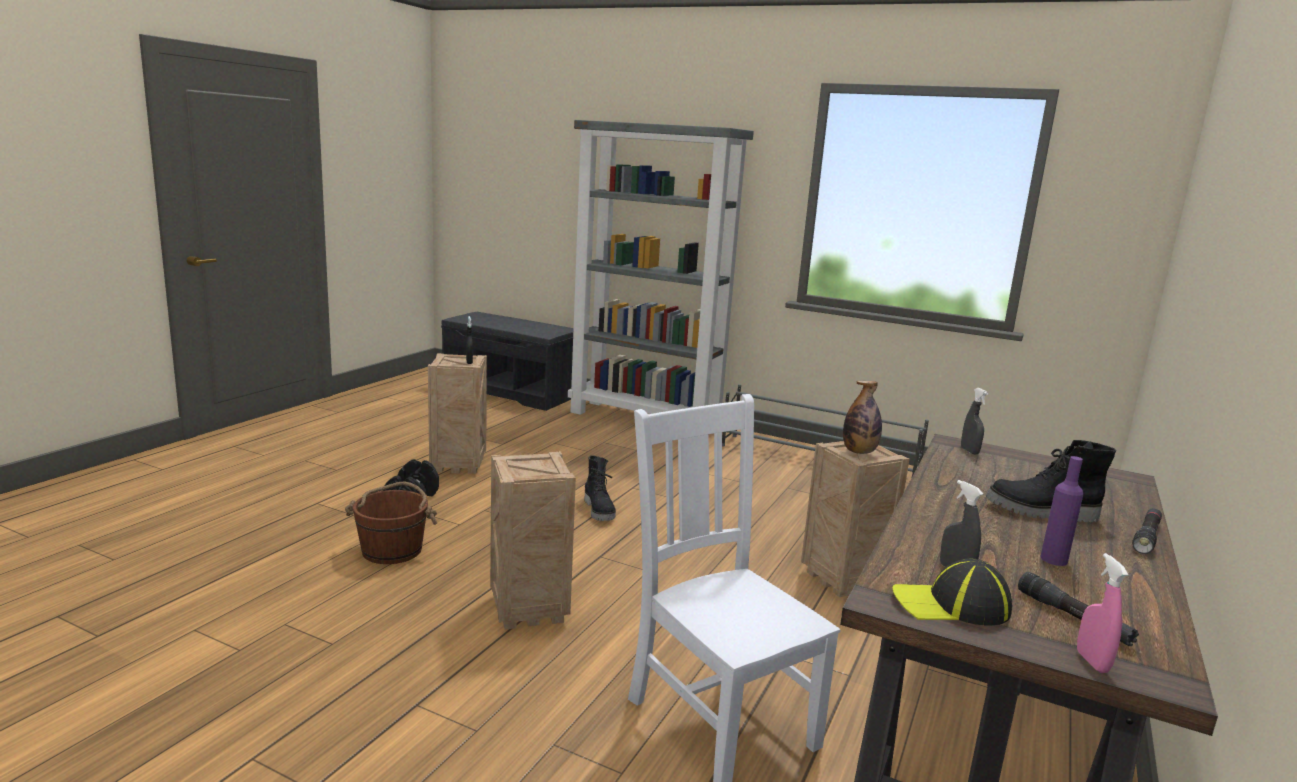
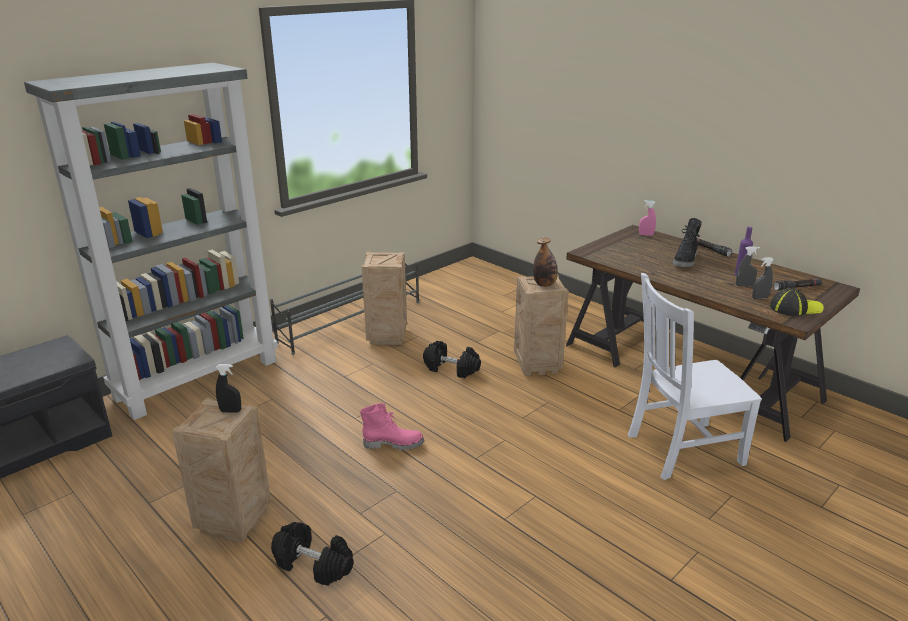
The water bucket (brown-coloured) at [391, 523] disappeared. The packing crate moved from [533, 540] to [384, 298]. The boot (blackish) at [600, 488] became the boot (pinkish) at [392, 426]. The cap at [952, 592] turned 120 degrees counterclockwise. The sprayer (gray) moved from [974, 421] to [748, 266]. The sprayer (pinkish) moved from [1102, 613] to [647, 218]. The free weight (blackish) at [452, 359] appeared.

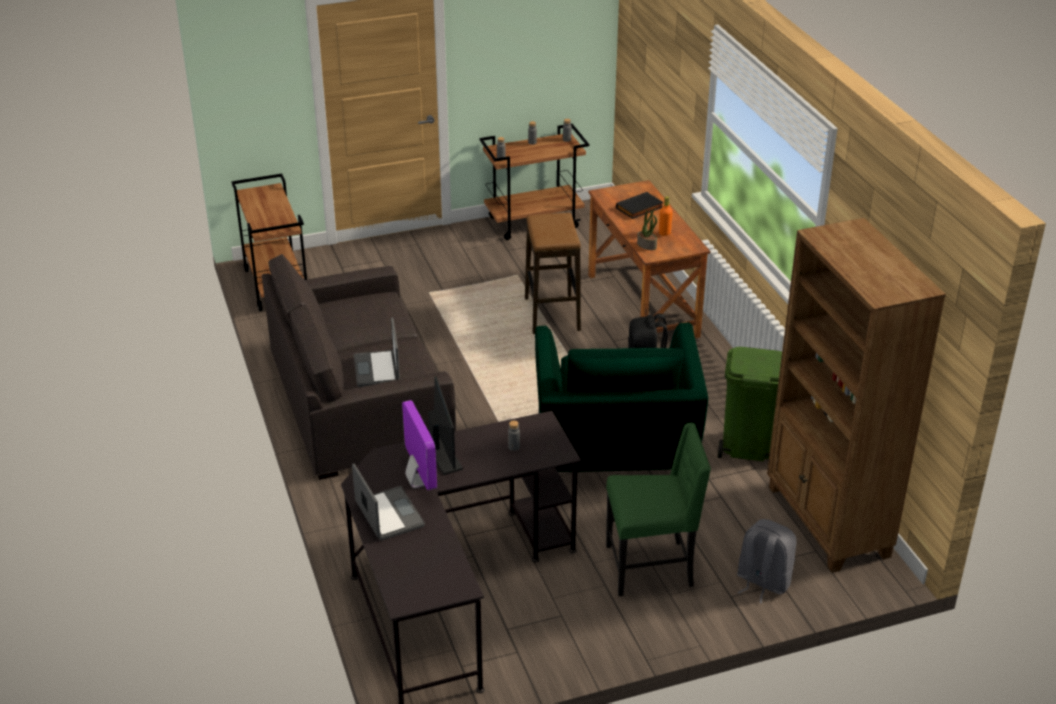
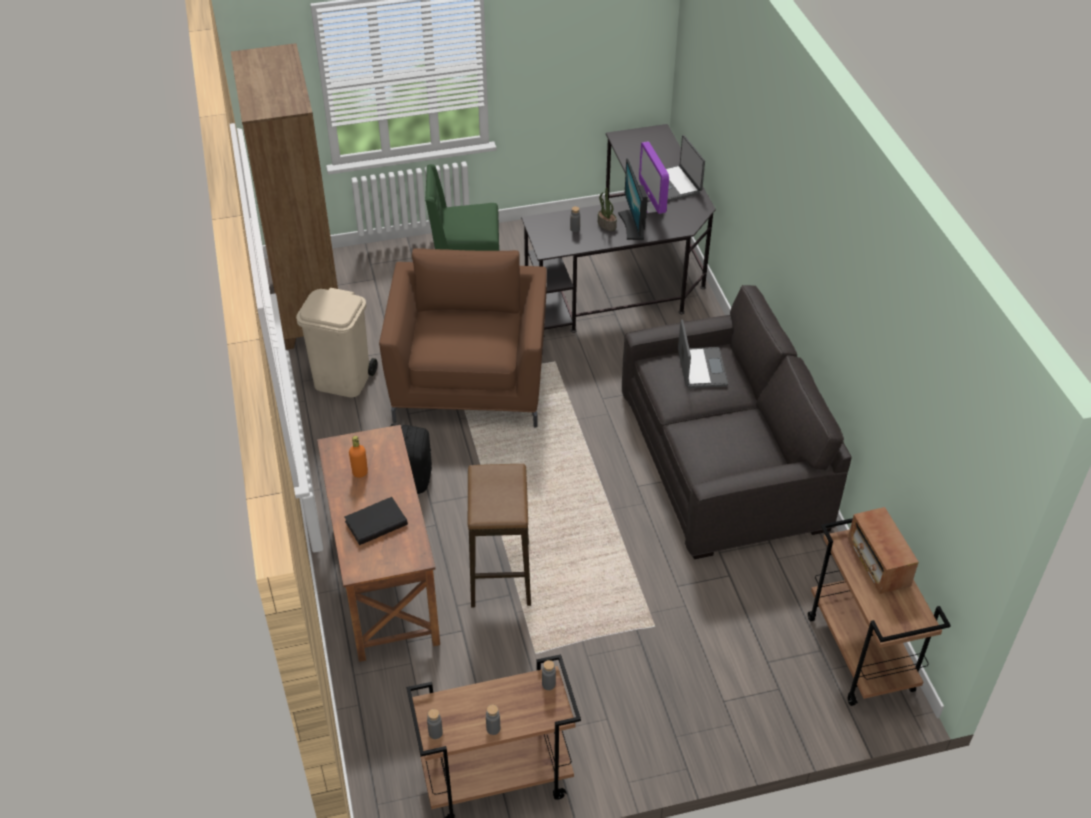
The easy chair (green-coloured) at [621, 397] became the easy chair (brown-coloured) at [463, 338]. The plant in a pot moved from [647, 229] to [607, 209]. The waste bin (green-coloured) at [750, 404] became the waste bin (beige) at [337, 342]. The backpack (gray) at [767, 561] disappeared. The radio set at [883, 550] appeared.

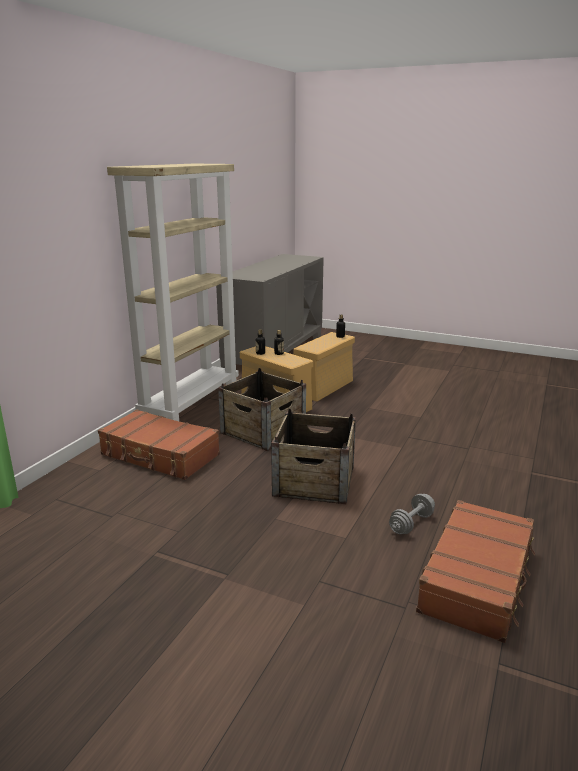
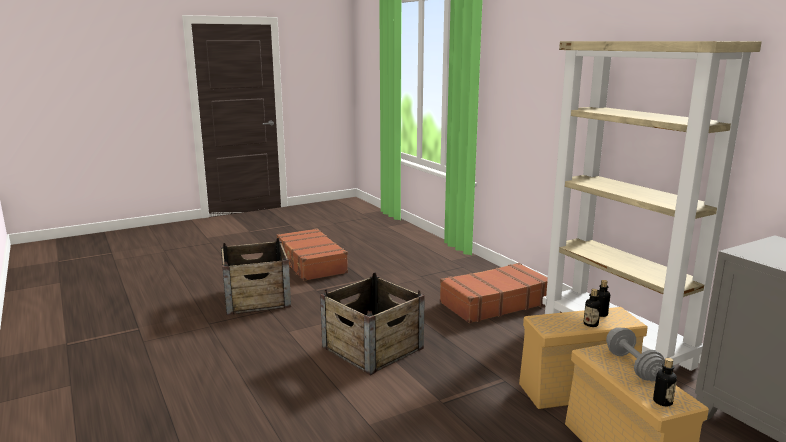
The packing crate moved from [262, 409] to [256, 276]. The free weight (gray) moved from [412, 514] to [635, 354]. The suitcase (brown-coloured) moved from [475, 571] to [312, 254].

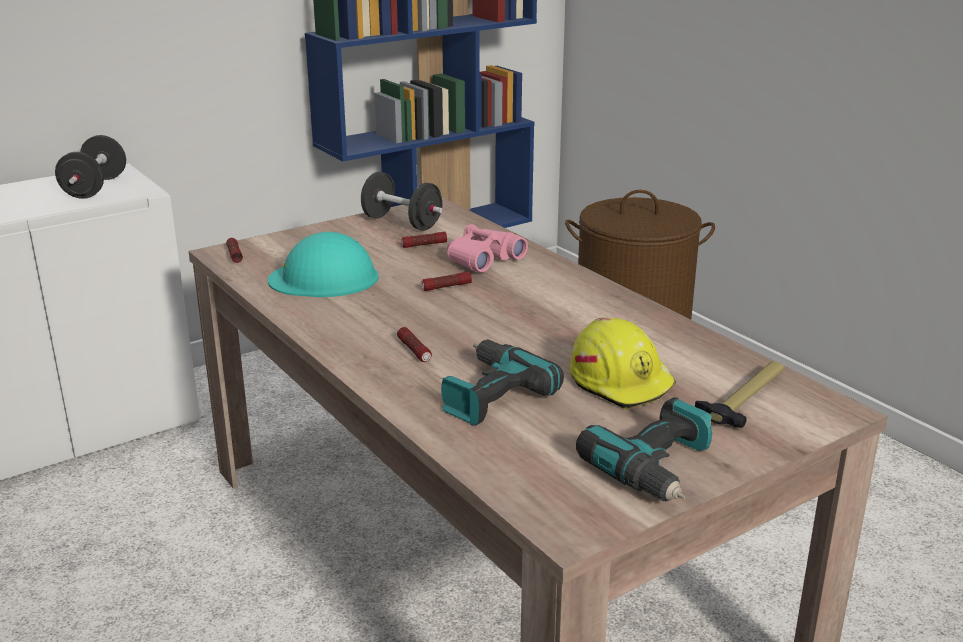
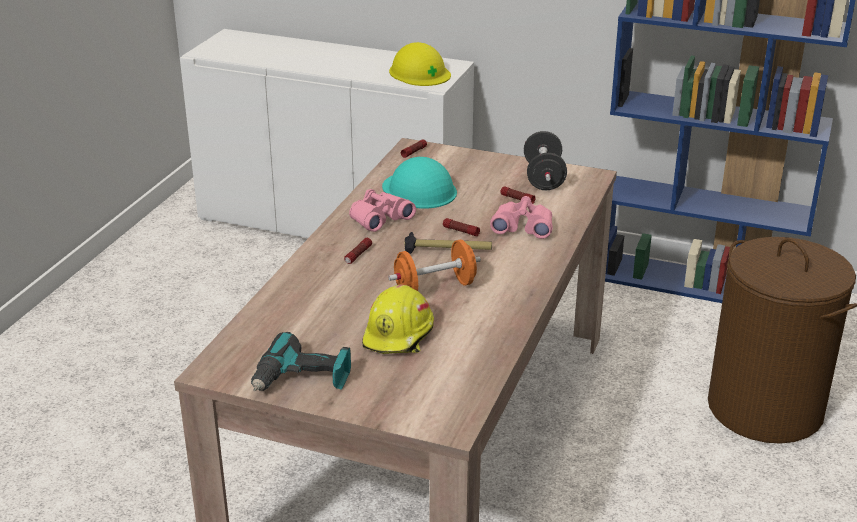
The free weight (blackish) at [90, 167] was replaced by the hard hat (yellow-coloured) at [420, 64]. The power drill at [502, 382] disappeared. The hand hammer moved from [739, 394] to [448, 243]. The field glasses (pinkish) at [382, 210] appeared. The free weight (orange-coloured) at [434, 265] appeared.

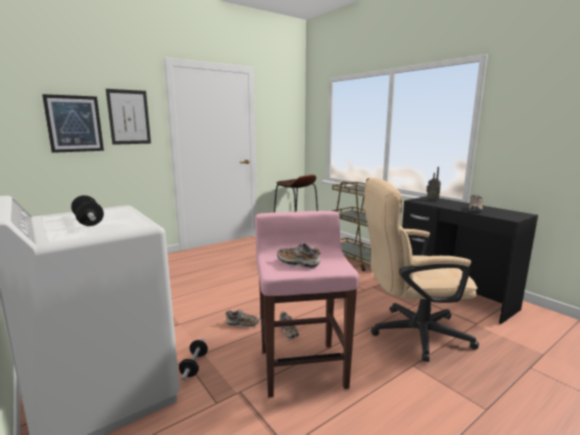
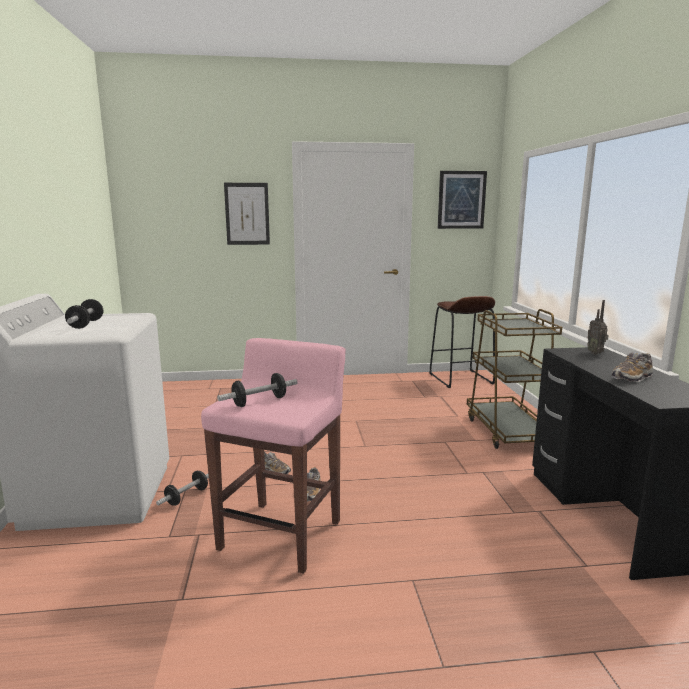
The wall art moved from [73, 123] to [462, 200]. The shoe at [299, 255] was replaced by the free weight at [257, 390]. The desk chair (beige) at [421, 270] disappeared.

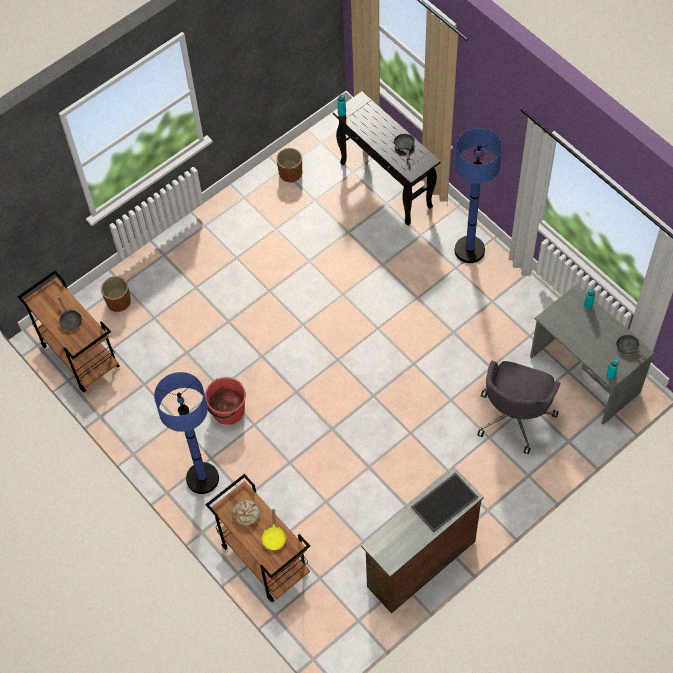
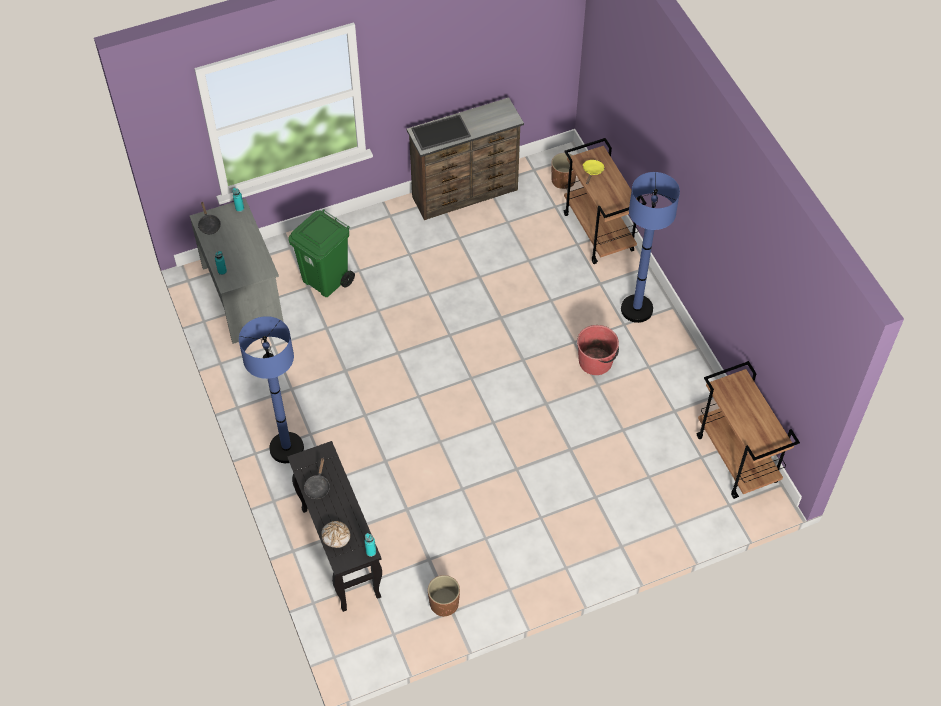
The skillet (blackish) at [70, 314] disappeared. The flower pot (brown-coloured) moved from [116, 294] to [563, 171]. The bakery bread moved from [246, 513] to [335, 534]. The desk chair (gray) at [519, 407] was replaced by the waste bin (green-coloured) at [321, 253].

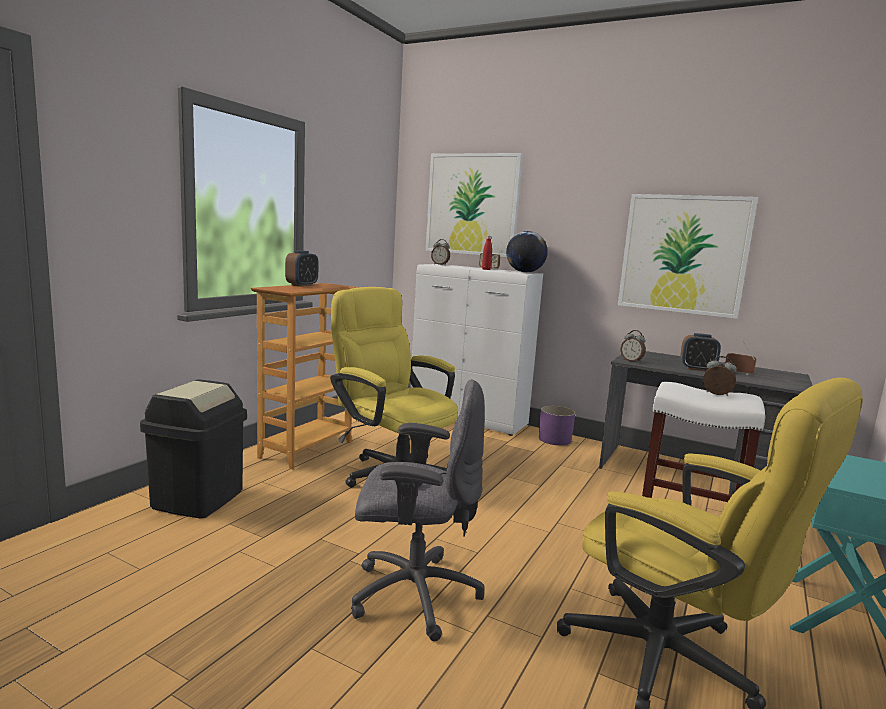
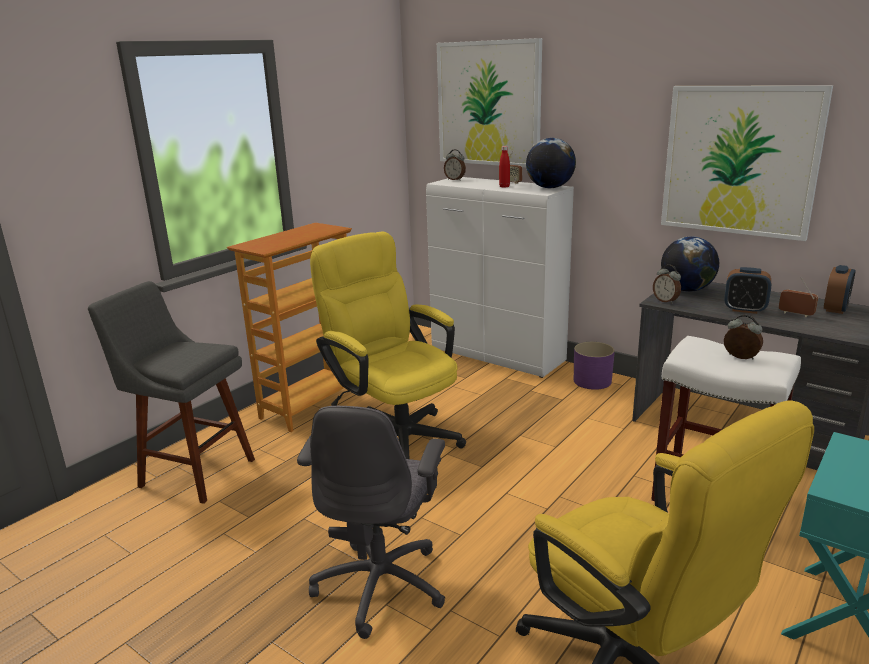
The waste bin (blackish) at [193, 449] was replaced by the stool seat (gray) at [171, 392]. The table clock moved from [302, 269] to [839, 289]. The desk chair (gray) at [418, 510] turned 90 degrees clockwise. The globe at [690, 264] appeared.

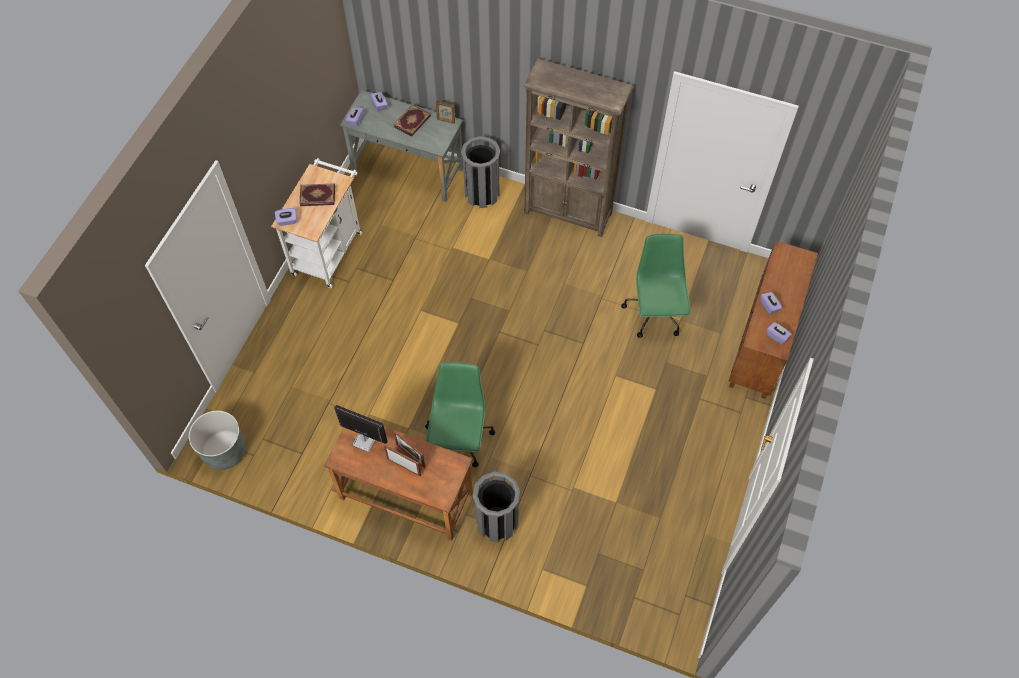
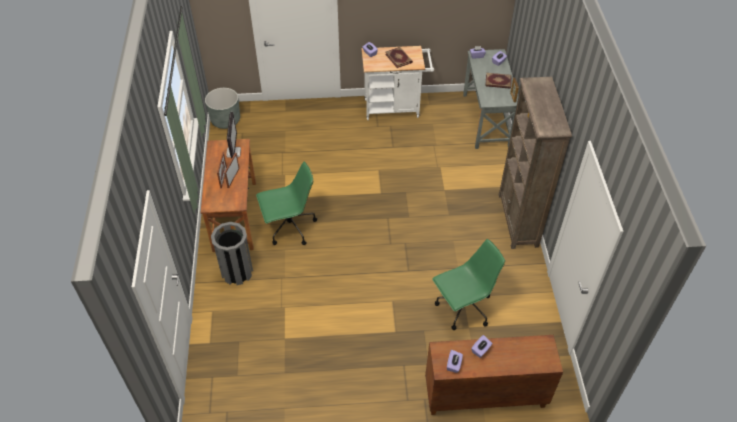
The waste bin (gray) at [480, 172] disappeared.

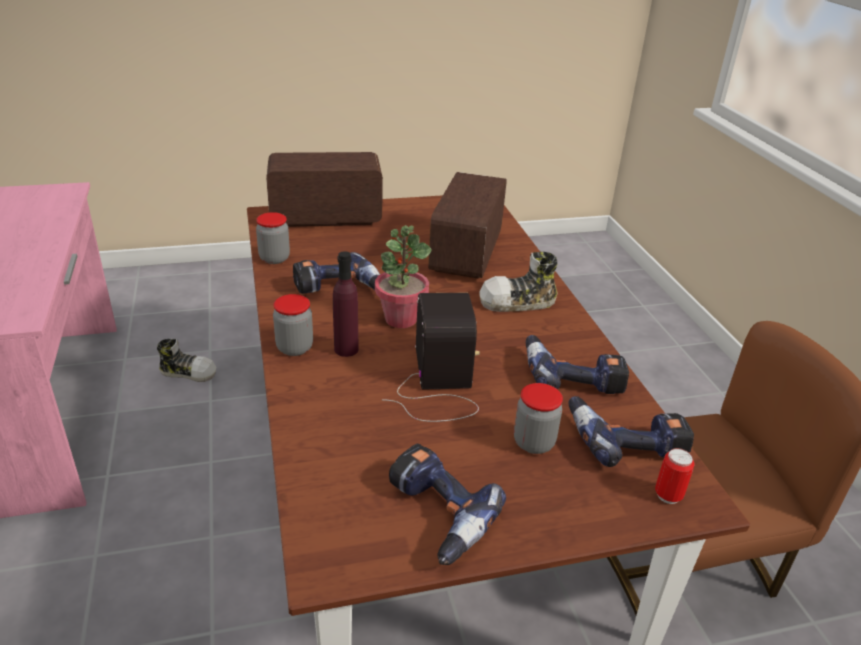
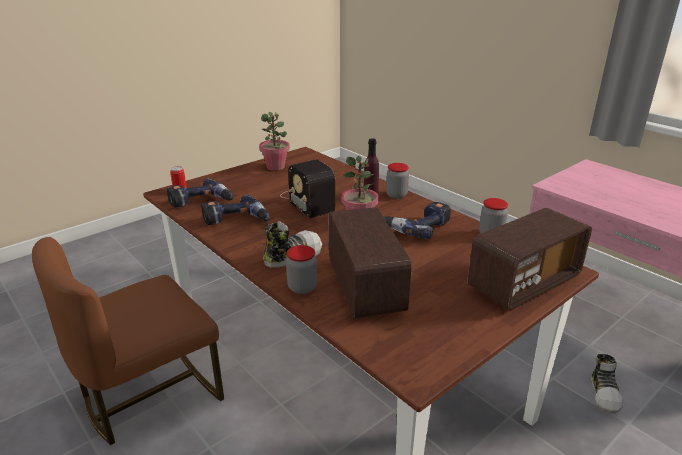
The shoe at [186, 360] turned 60 degrees counterclockwise. The power drill at [447, 504] was replaced by the plant in a pot at [274, 141]. The jar moved from [538, 418] to [301, 269].

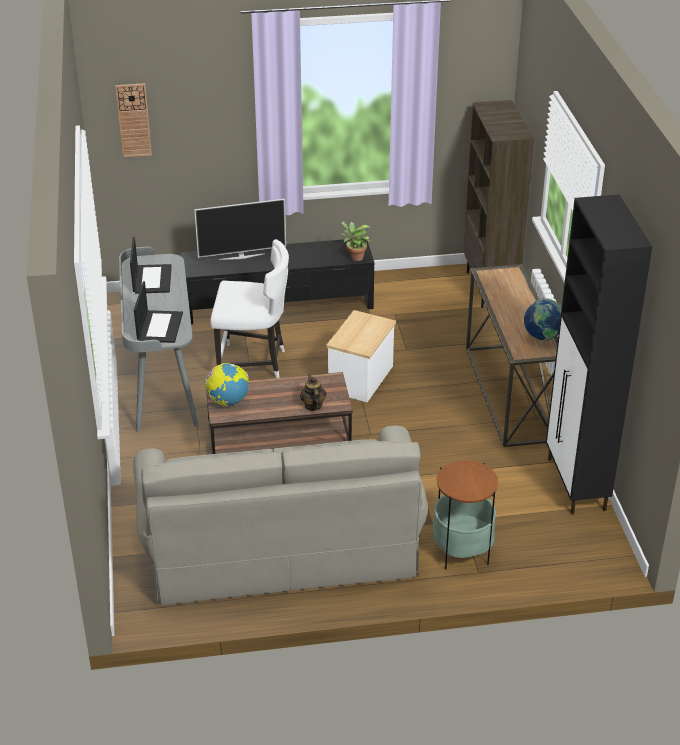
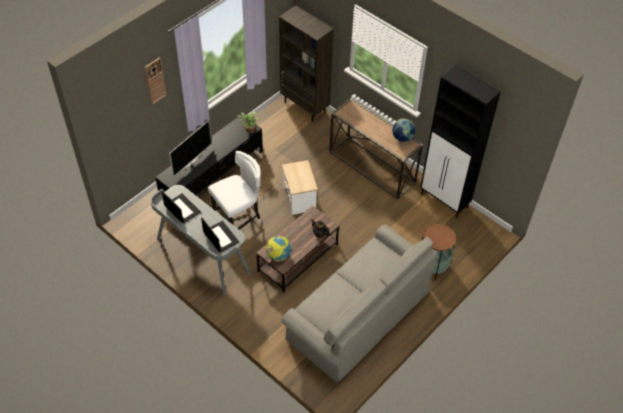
The clock on the wall moved from [133, 120] to [155, 81].

